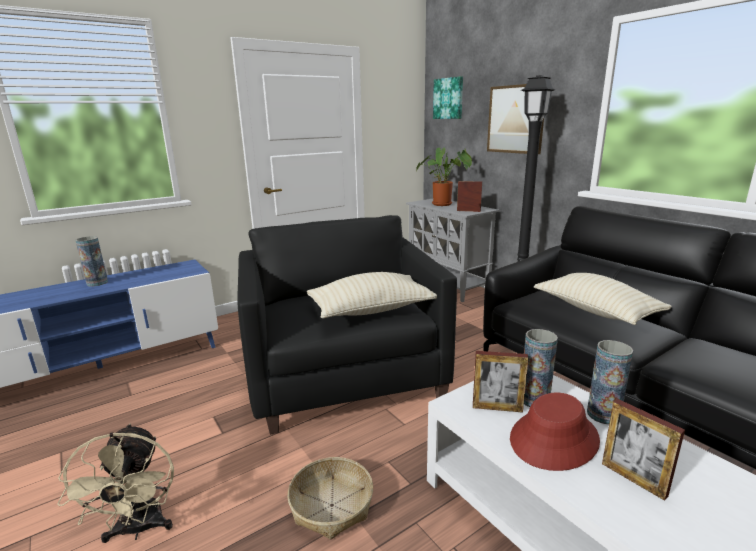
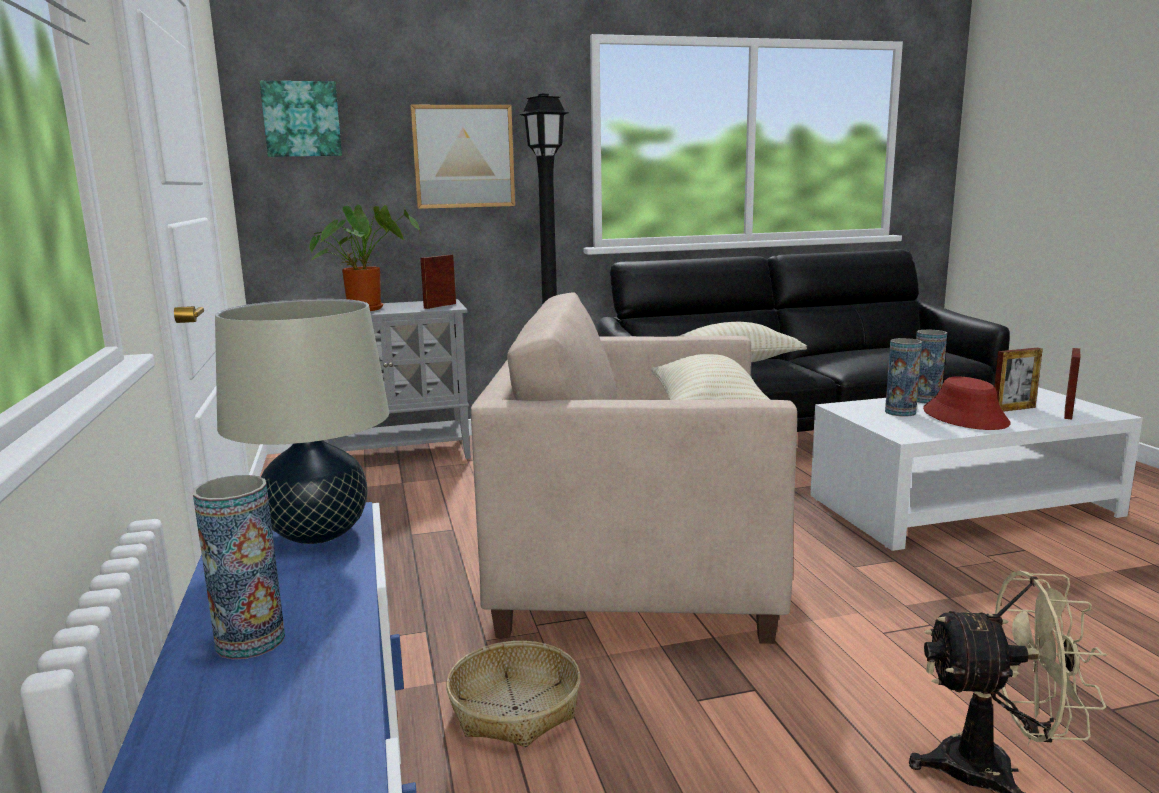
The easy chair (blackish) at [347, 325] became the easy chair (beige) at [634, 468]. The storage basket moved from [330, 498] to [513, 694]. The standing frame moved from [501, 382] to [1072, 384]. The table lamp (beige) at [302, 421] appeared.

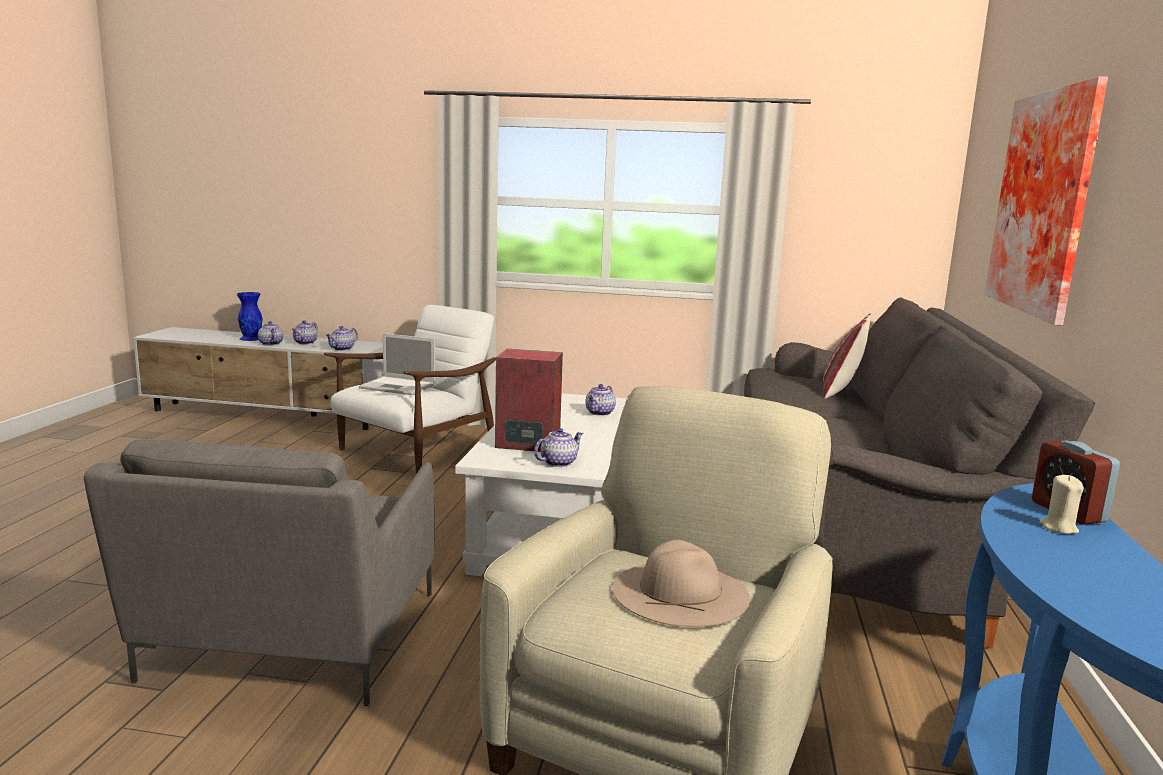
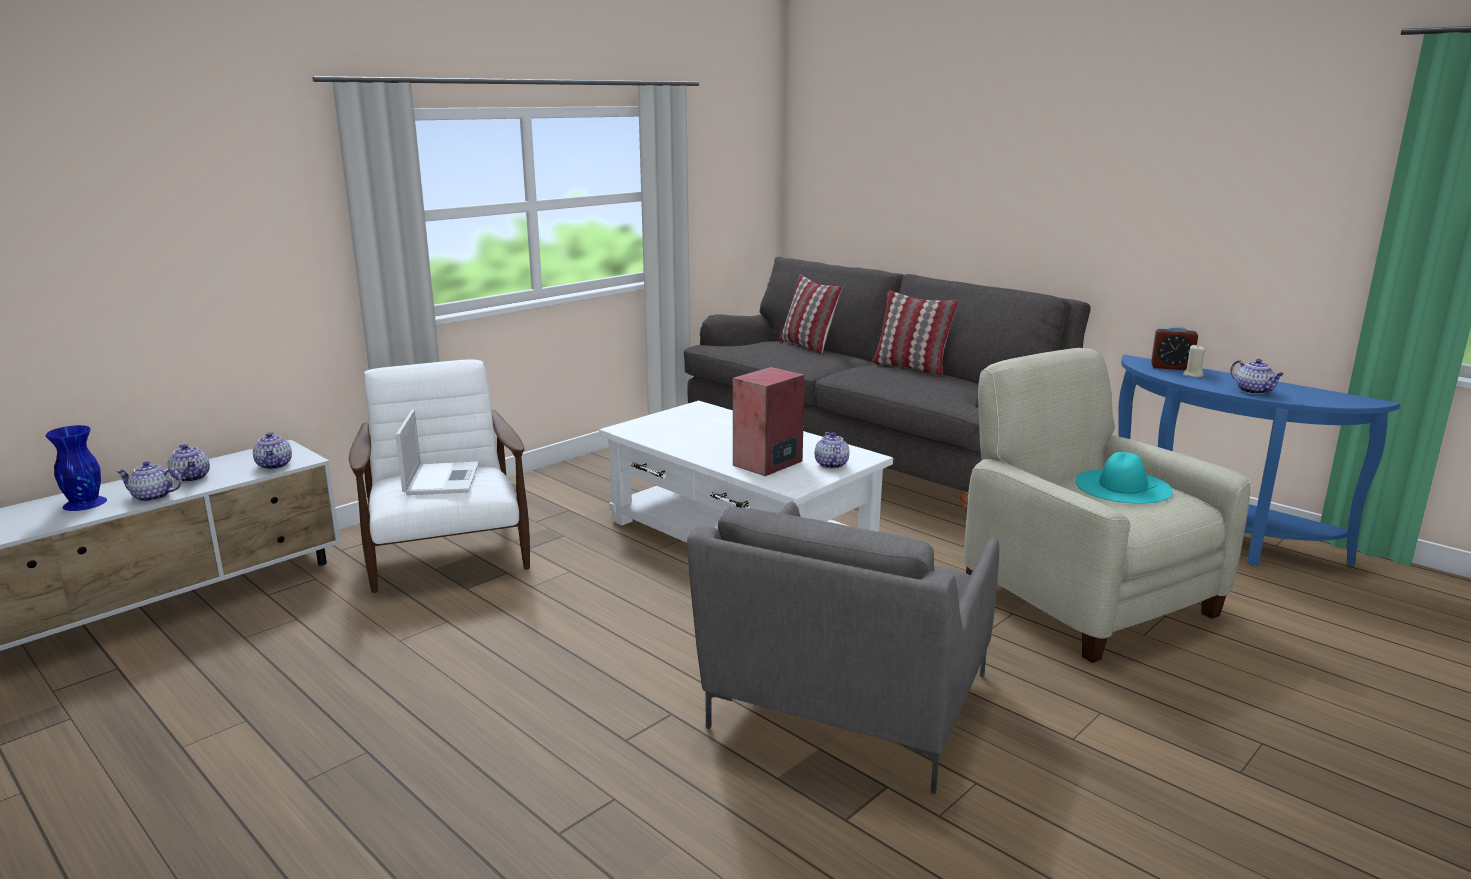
The easy chair (gray) at [259, 573] turned 75 degrees clockwise. The notebook computer at [397, 364] turned 60 degrees counterclockwise. The pot for tea moved from [600, 400] to [1257, 376]. The clothing hat (beige) at [681, 583] became the clothing hat (turquoise) at [1124, 478]. The wall art at [1046, 201] disappeared. The cushion at [915, 333] appeared.

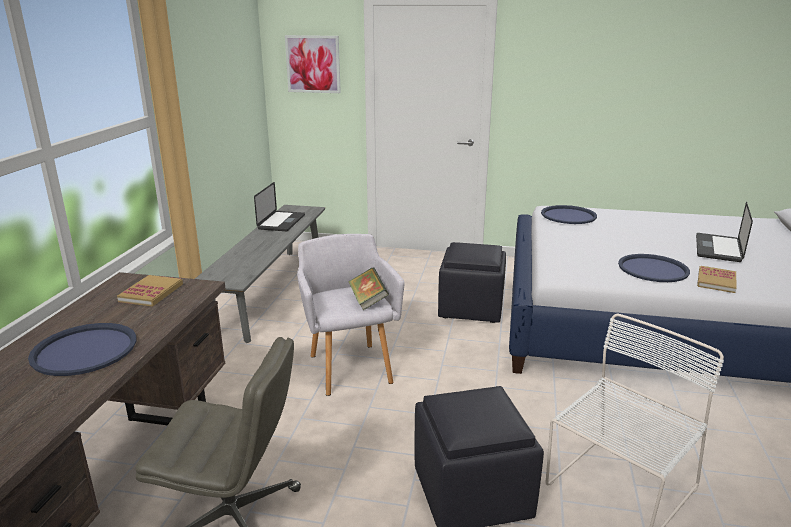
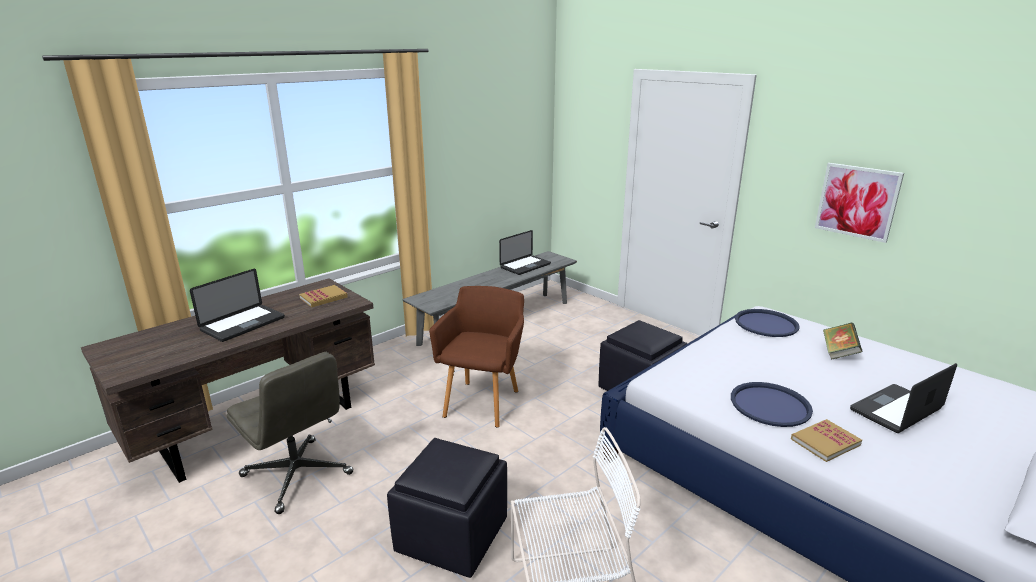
The tray (blue) at [82, 349] was replaced by the notebook computer at [237, 305]. The wall art moved from [313, 64] to [859, 203]. The easy chair (gray) at [351, 315] became the easy chair (brown-coloured) at [476, 357]. The book moved from [368, 288] to [843, 341].

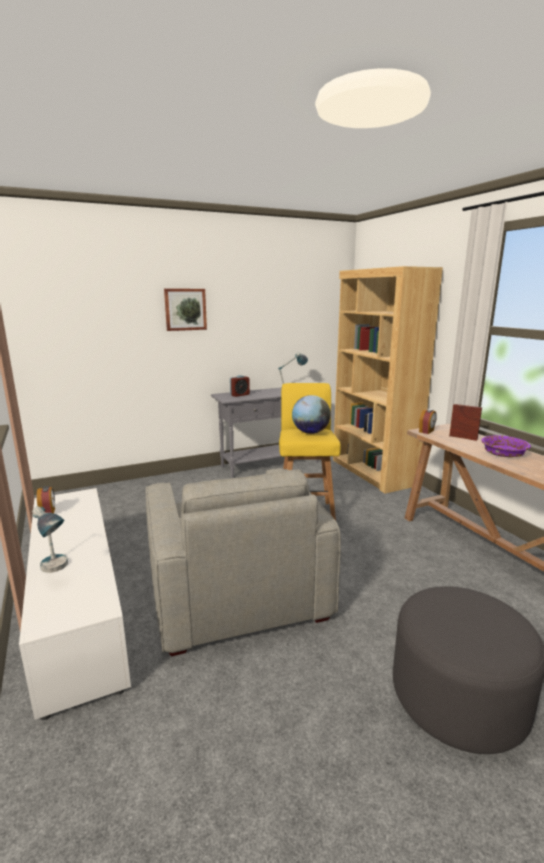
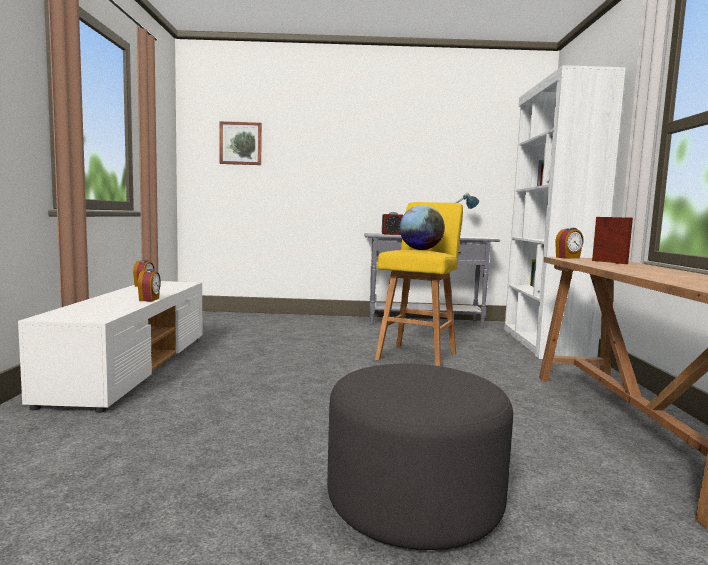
The table lamp at [50, 539] disappeared. The easy chair (gray) at [243, 562] disappeared. The wall art moved from [185, 310] to [240, 143]. The bookshelf (brown-coloured) at [388, 380] became the bookshelf (whitish) at [565, 212]. The bowl (purplish) at [506, 446] disappeared. The table clock at [149, 285] appeared.

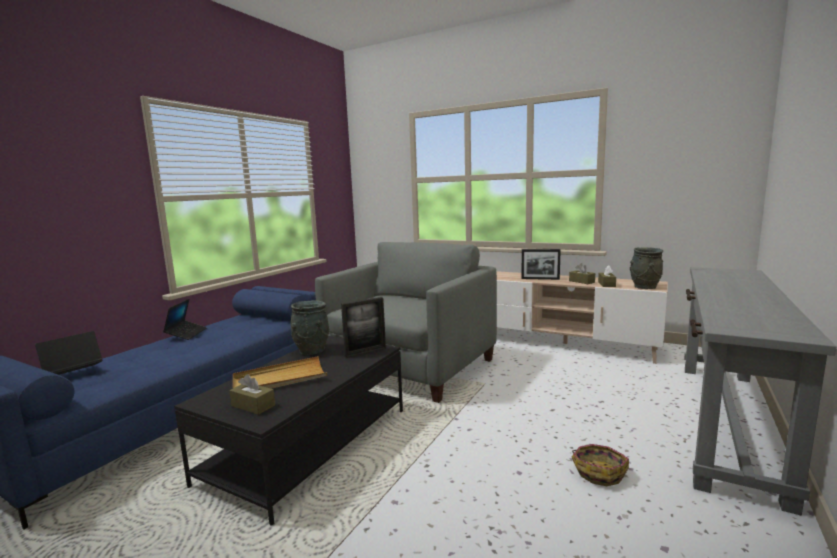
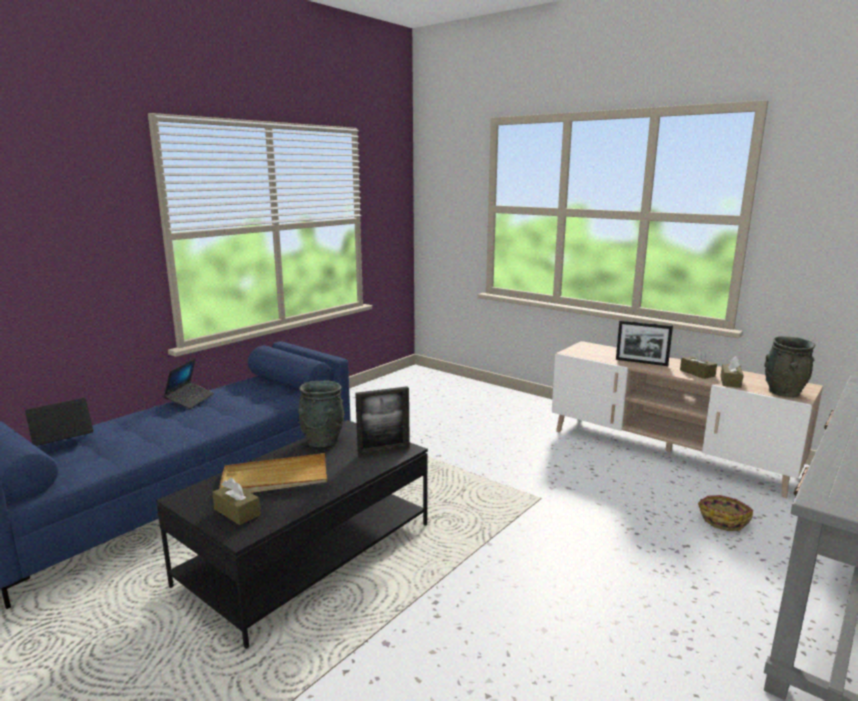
The easy chair (gray) at [406, 322] disappeared. The storage basket moved from [600, 465] to [725, 513].

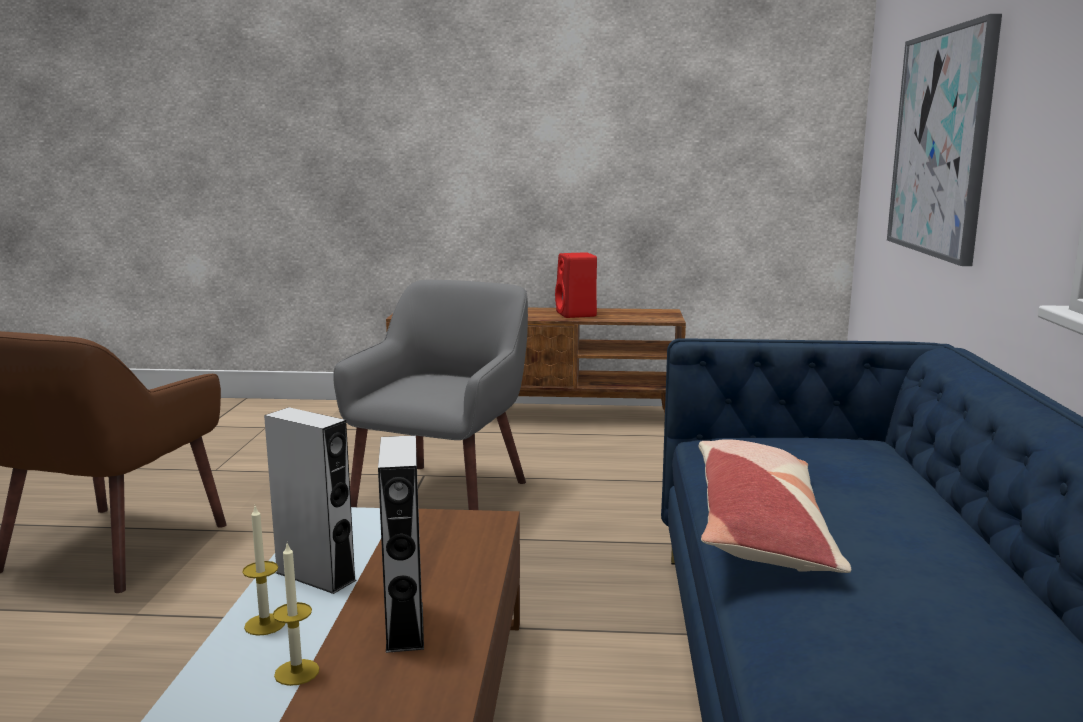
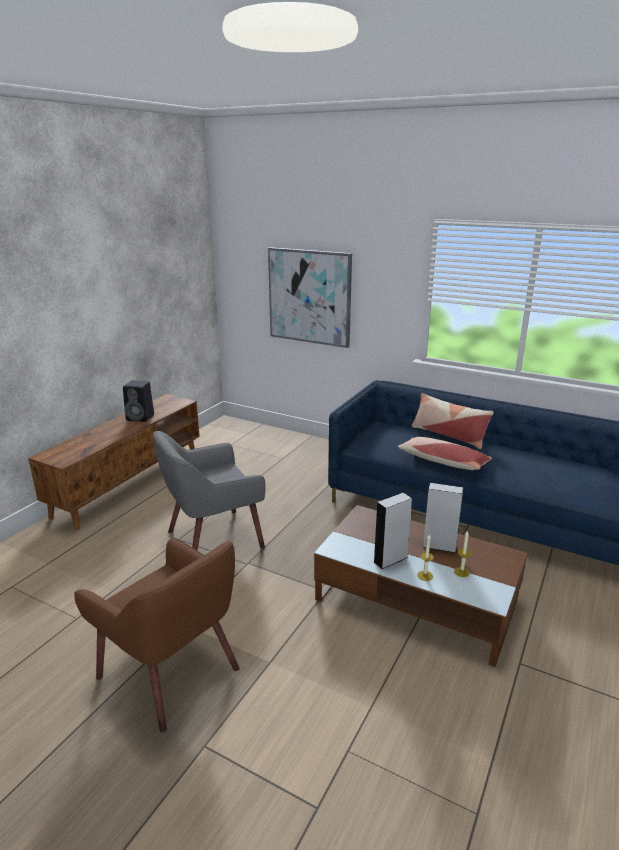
The easy chair (gray) at [430, 395] turned 75 degrees counterclockwise. The loudspeaker (red-coloured) at [576, 285] became the loudspeaker (blackish) at [138, 401]. The cushion at [453, 421] appeared.

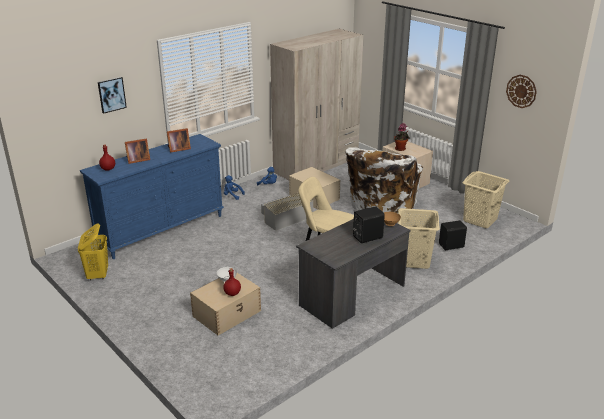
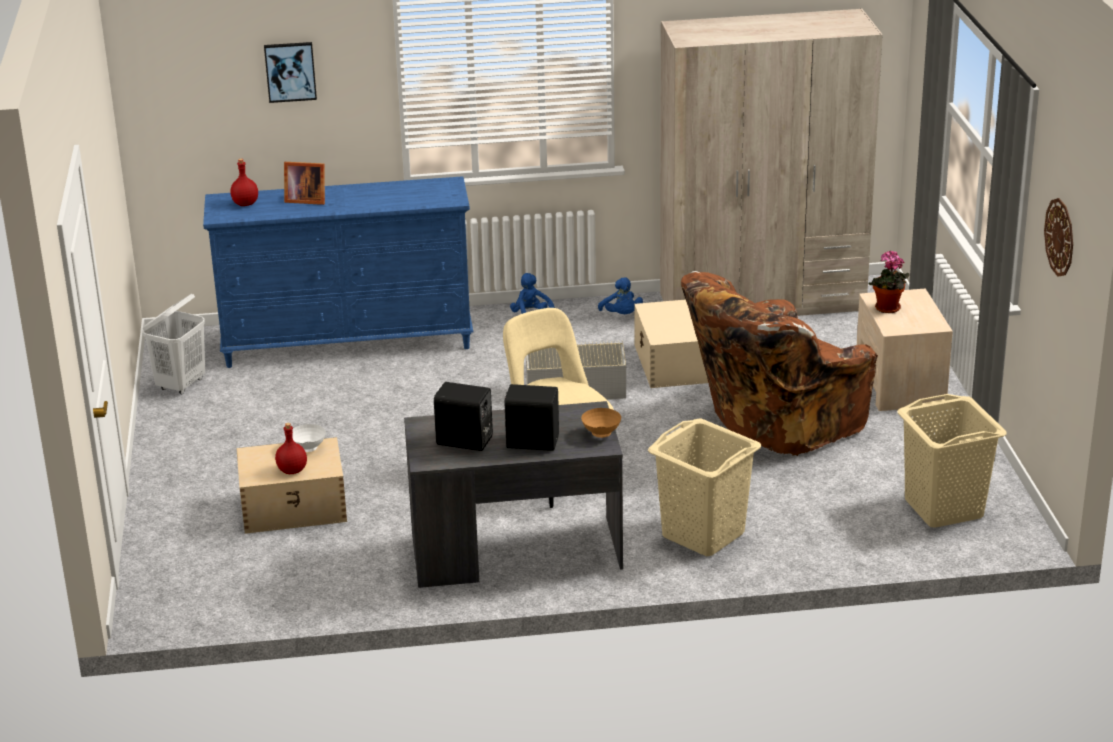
The hamper (yellow-coloured) at [93, 252] became the hamper (whitish) at [174, 344]. The standing frame at [179, 140] disappeared. The easy chair (whitish) at [384, 180] became the easy chair (brown-coloured) at [779, 363]. The loudspeaker (blackish) moved from [453, 235] to [463, 416].

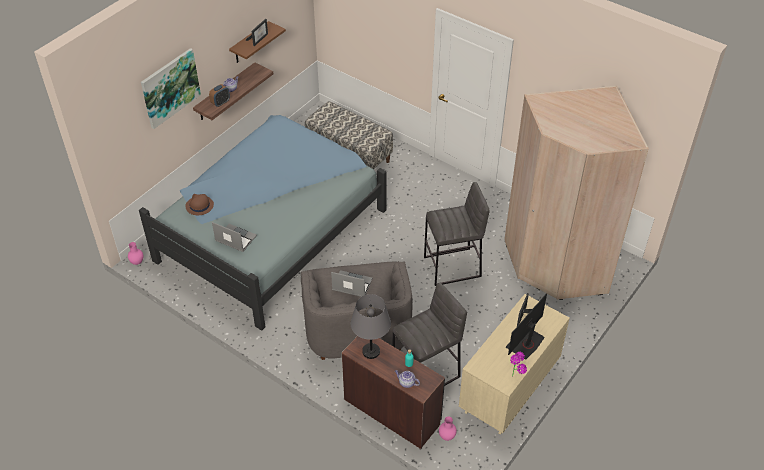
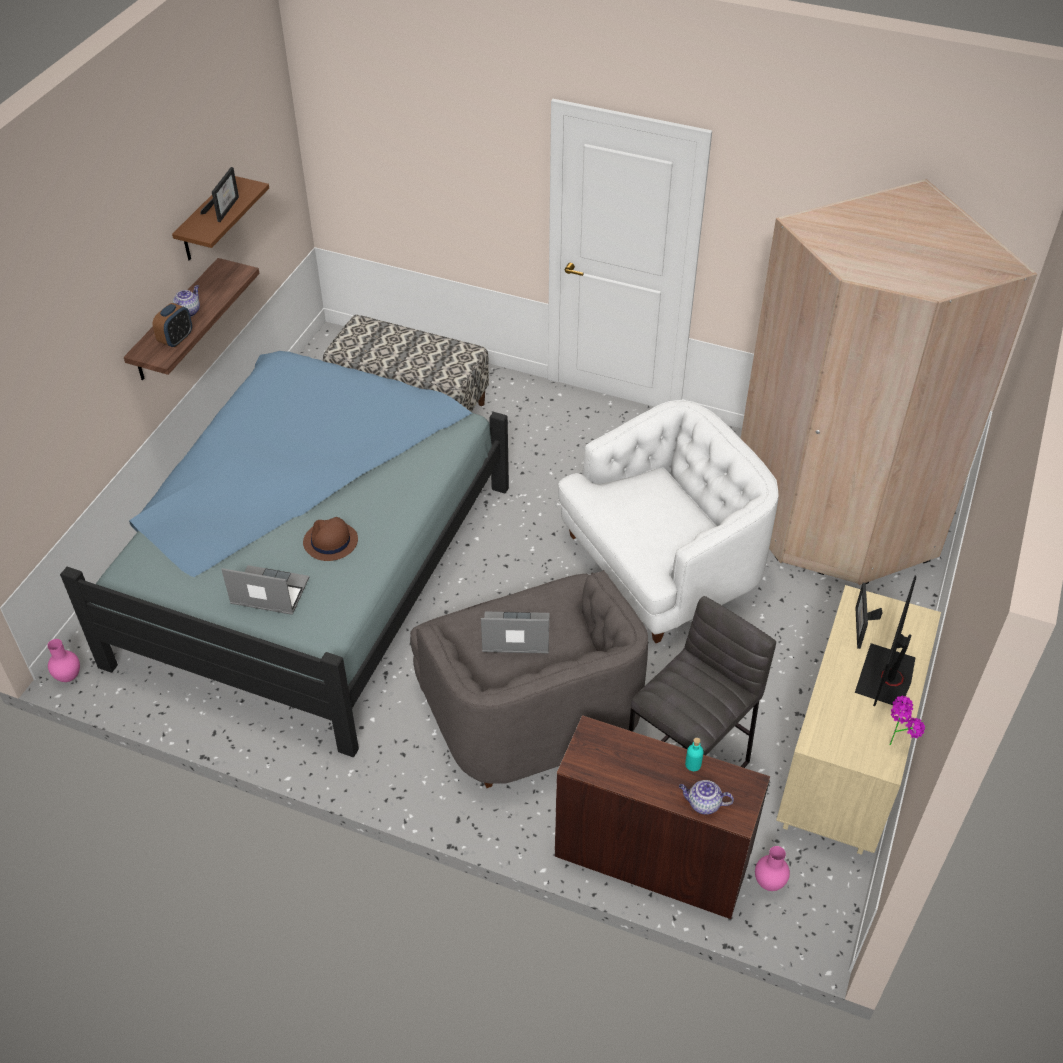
The wall art at [171, 88] disappeared. The clothing hat (brown-coloured) moved from [199, 204] to [330, 539]. The table lamp (gray) at [371, 326] disappeared. The stool seat (gray) at [457, 234] was replaced by the easy chair (whitish) at [668, 521].

